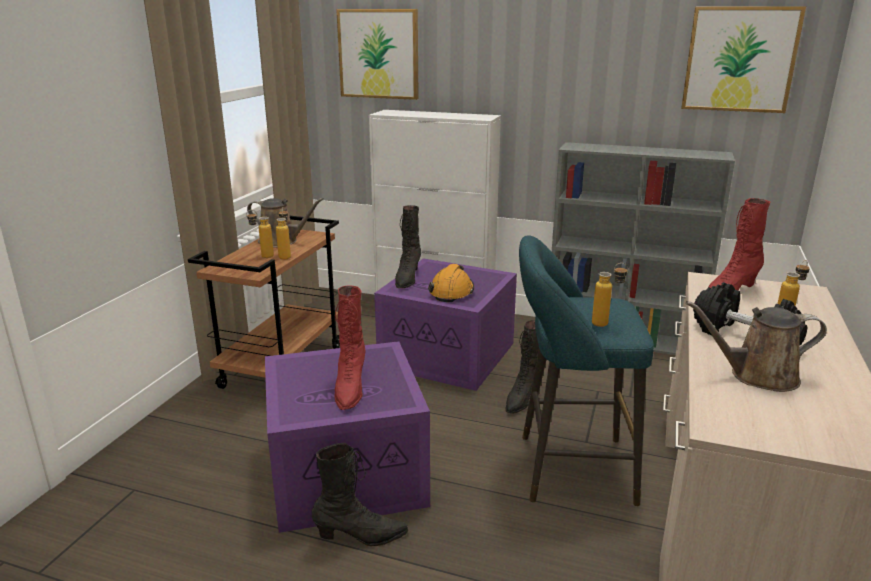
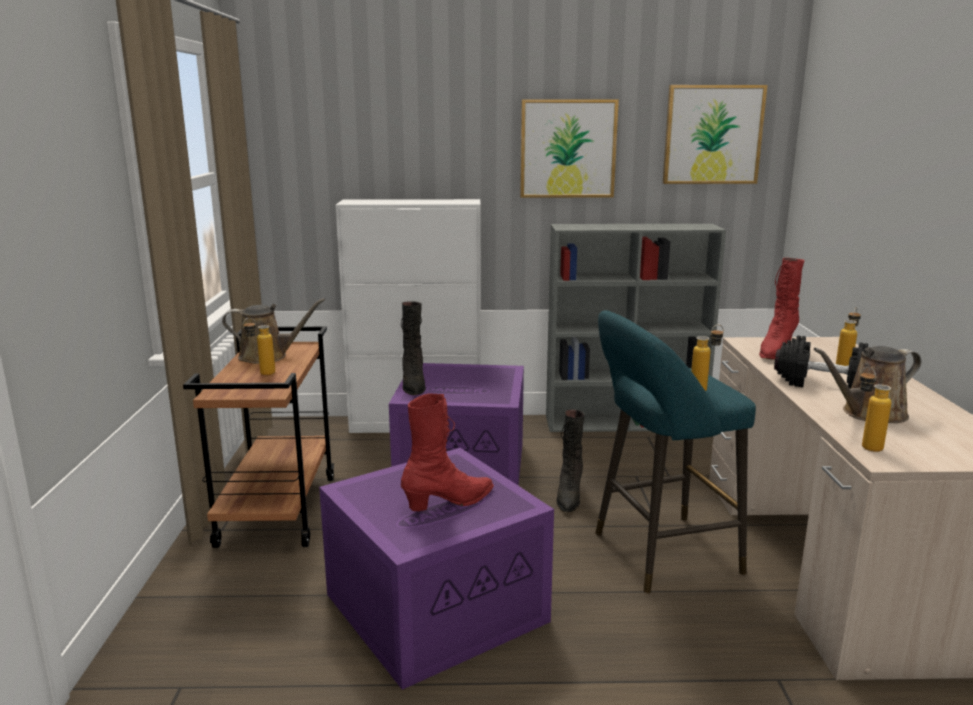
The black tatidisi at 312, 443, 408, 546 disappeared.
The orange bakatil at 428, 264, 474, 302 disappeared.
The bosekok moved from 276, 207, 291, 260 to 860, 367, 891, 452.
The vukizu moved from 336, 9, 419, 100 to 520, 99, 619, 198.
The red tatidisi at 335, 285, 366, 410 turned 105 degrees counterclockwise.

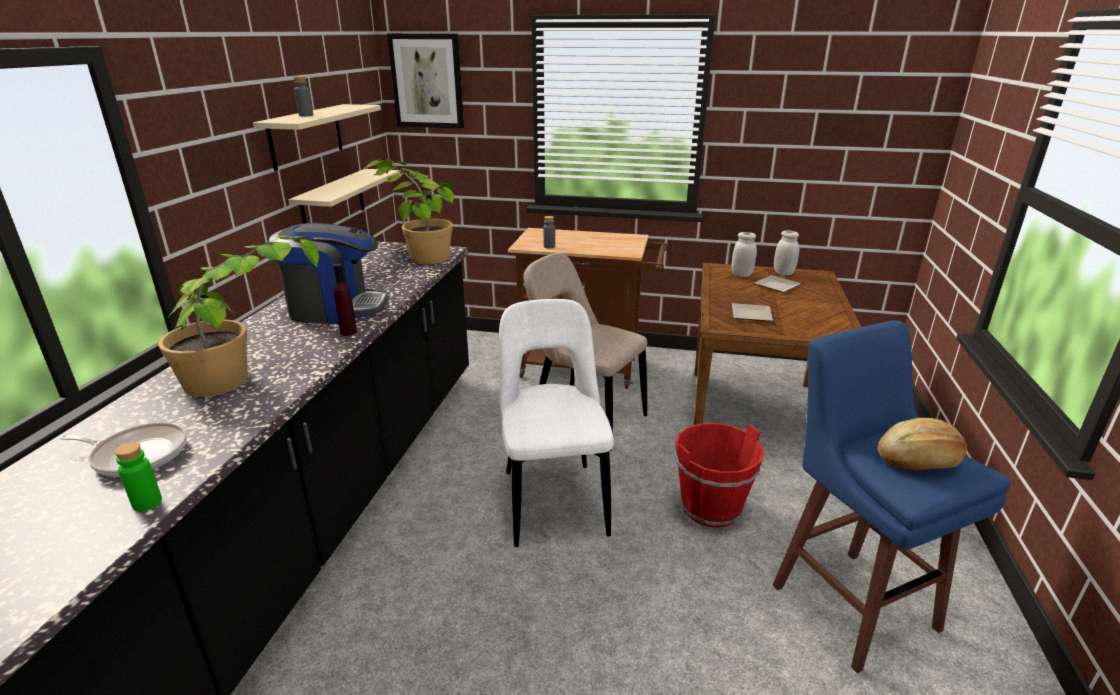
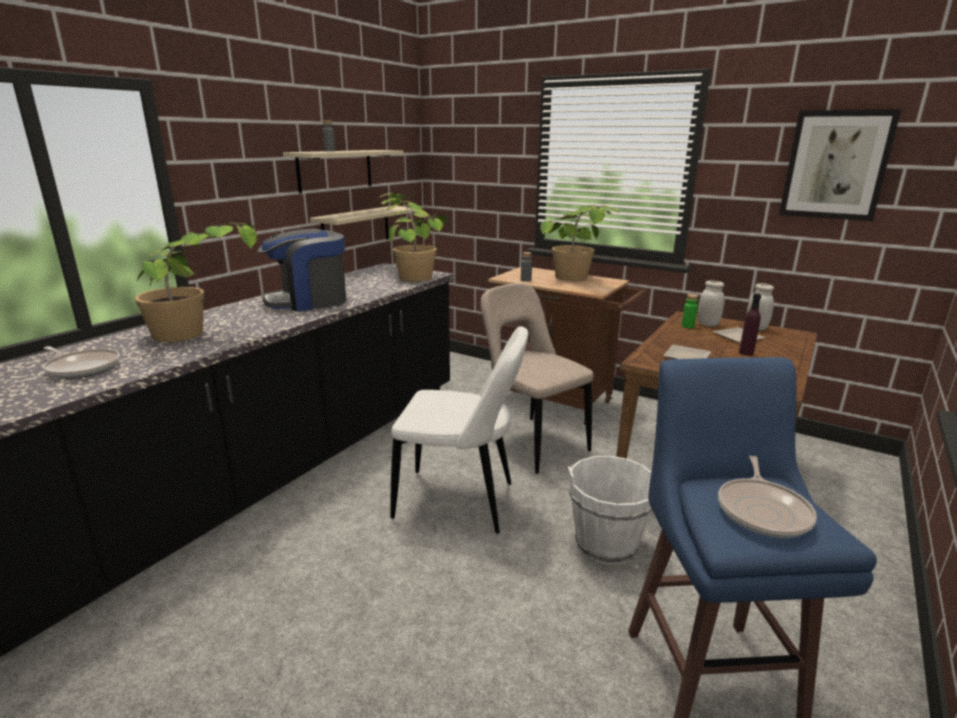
The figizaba at 540, 205, 620, 281 appeared.
The green bosekok moved from 115, 442, 162, 511 to 682, 294, 698, 328.
The purple bosekok moved from 333, 264, 357, 336 to 739, 293, 761, 356.
The vukizu moved from 387, 34, 464, 128 to 779, 109, 901, 221.
The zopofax at 878, 418, 967, 470 was replaced by the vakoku at 718, 456, 817, 538.
The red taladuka at 675, 423, 764, 527 became the white taladuka at 568, 456, 652, 565.
The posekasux at 269, 223, 389, 324 turned 135 degrees clockwise.
The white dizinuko at 499, 299, 614, 547 turned 90 degrees clockwise.

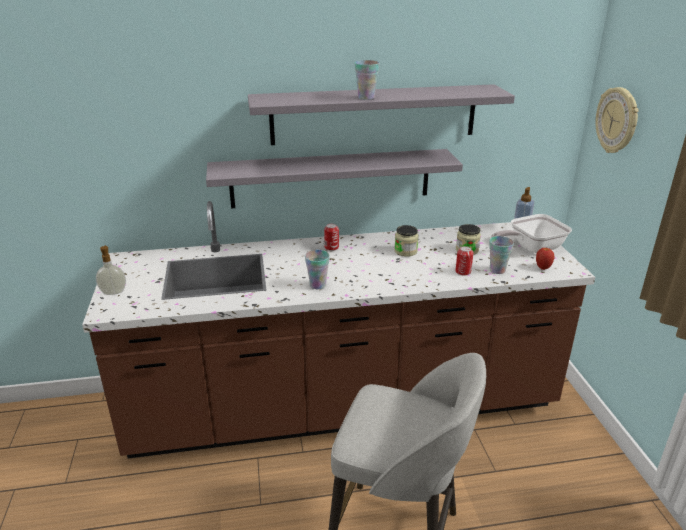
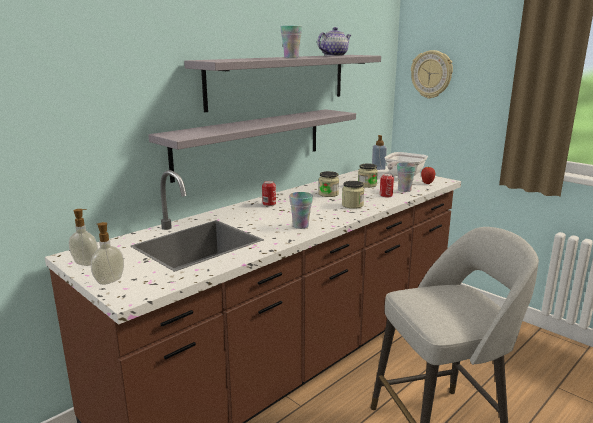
The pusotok at 69, 209, 98, 266 appeared.
The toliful at 317, 27, 351, 56 appeared.
The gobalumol at 342, 181, 364, 209 appeared.

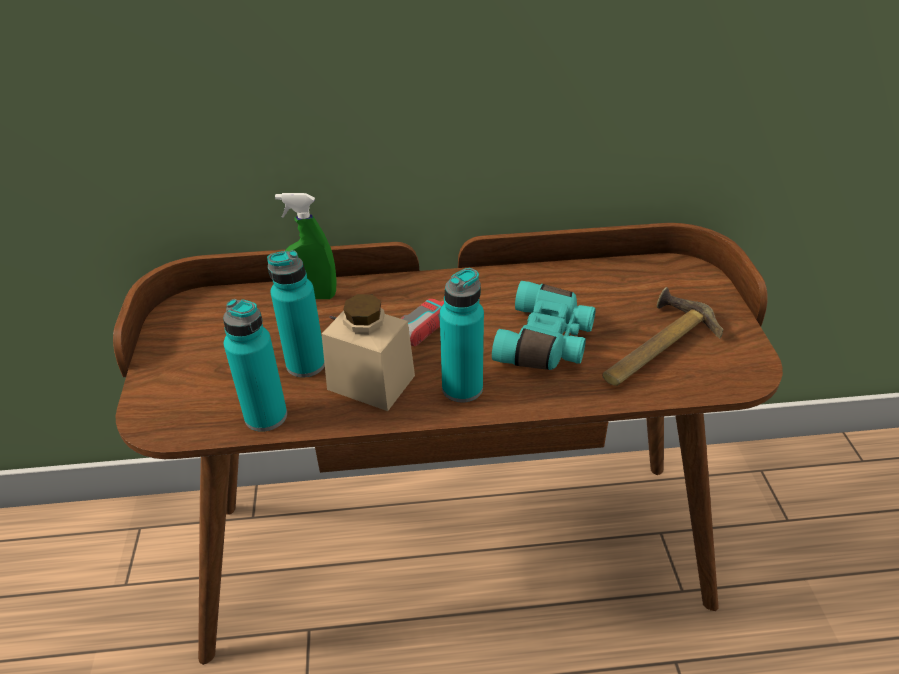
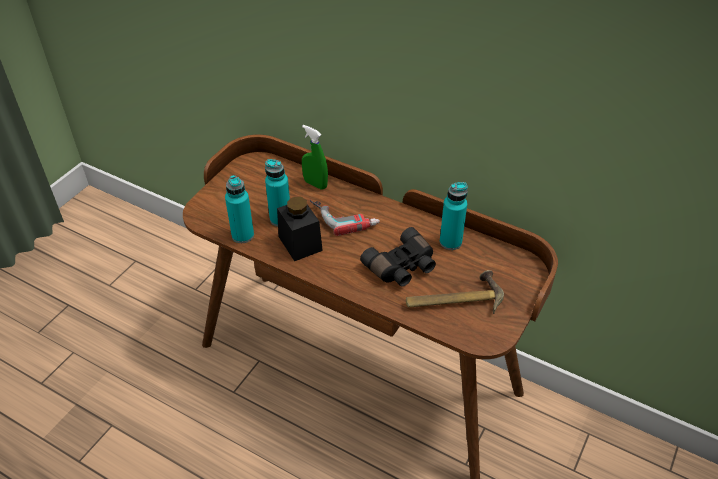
The turquoise bosekok moved from 440, 268, 484, 402 to 440, 182, 468, 250.
The beige gobalumol at 322, 294, 415, 411 became the black gobalumol at 277, 197, 323, 261.
The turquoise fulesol at 492, 281, 596, 370 became the black fulesol at 360, 227, 436, 287.

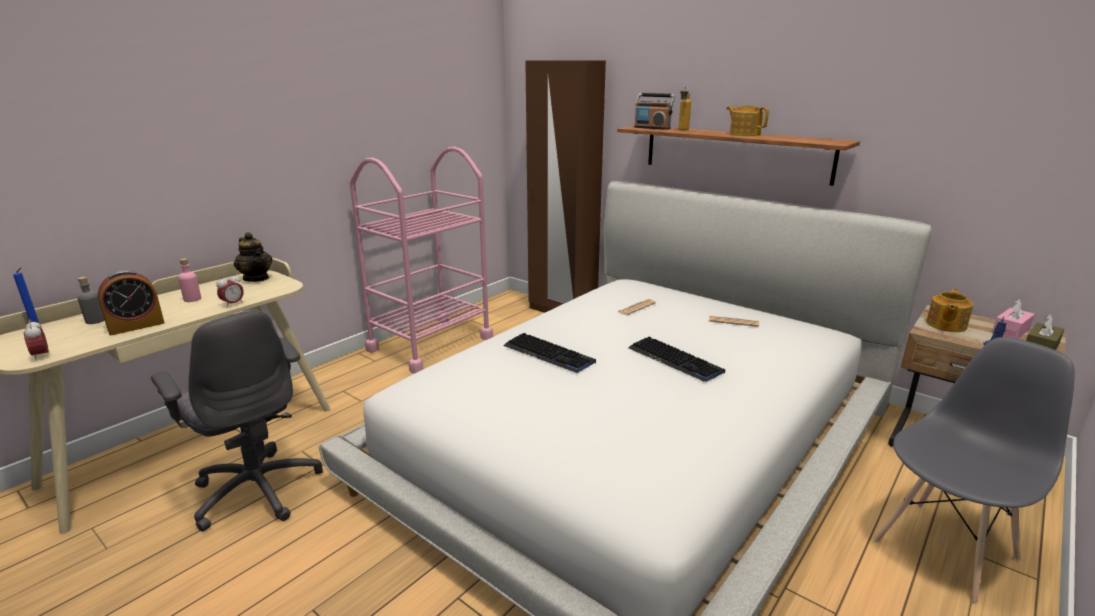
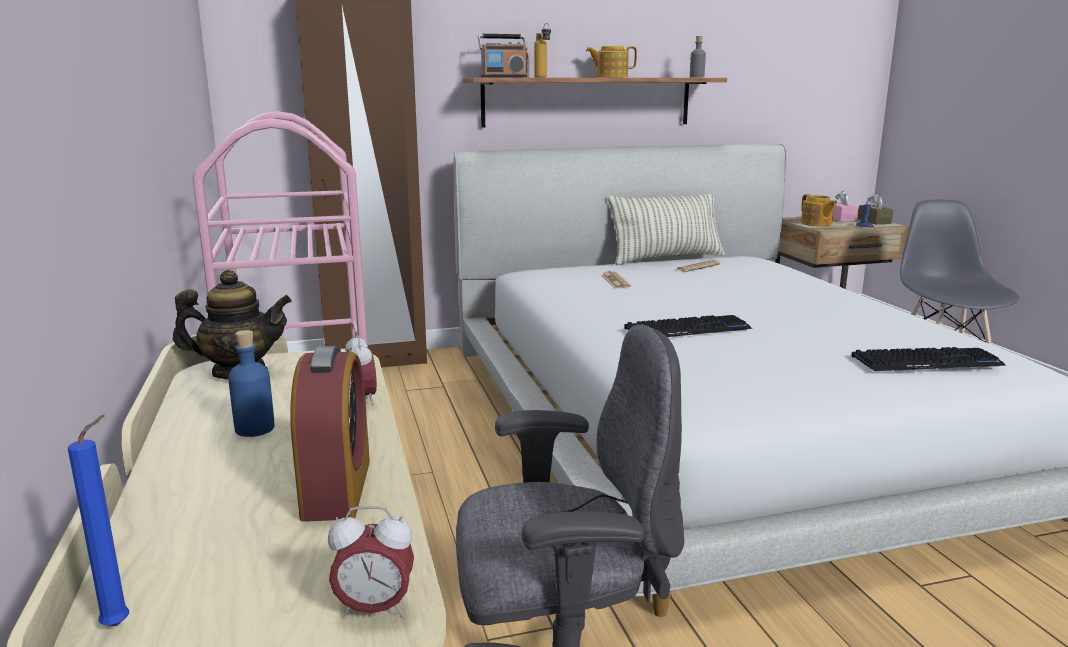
The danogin at 608, 194, 724, 265 appeared.
The grey bosekok moved from 78, 277, 105, 324 to 690, 36, 706, 77.
The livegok moved from 629, 337, 725, 382 to 852, 347, 1006, 371.
The pink bosekok at 178, 258, 201, 302 became the blue bosekok at 228, 330, 275, 437.

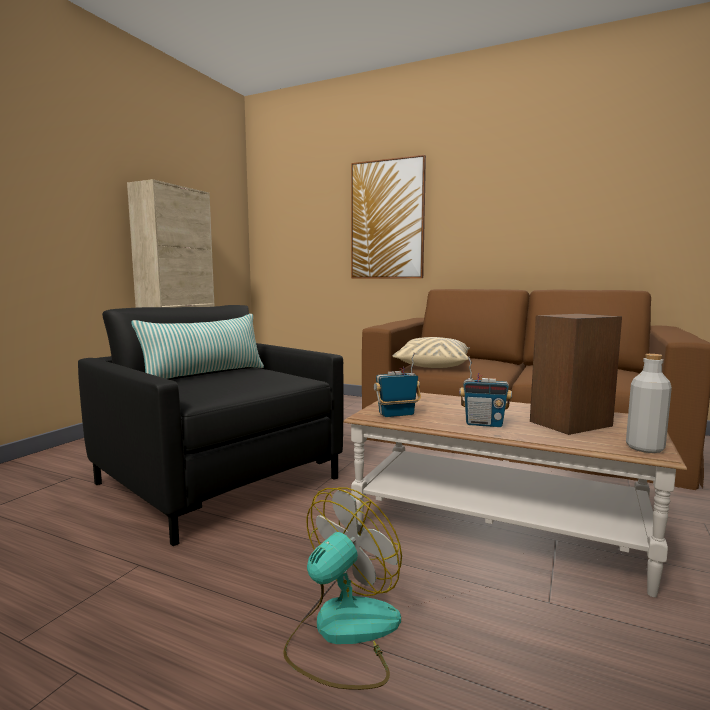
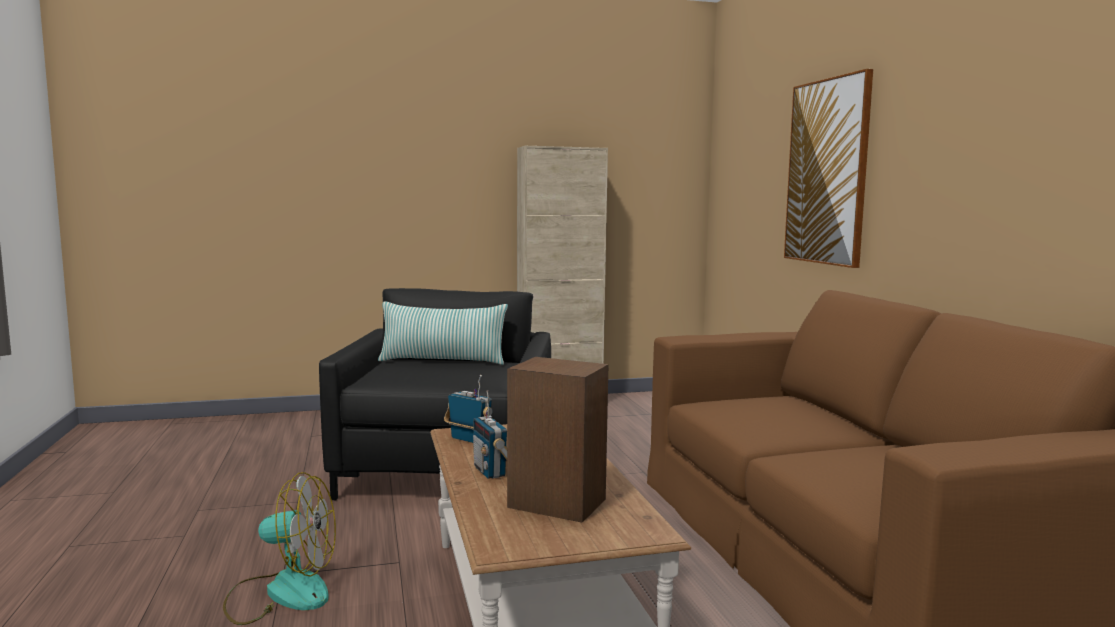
The beige danogin at 393, 337, 470, 368 disappeared.
The grey bosekok at 626, 354, 672, 453 disappeared.

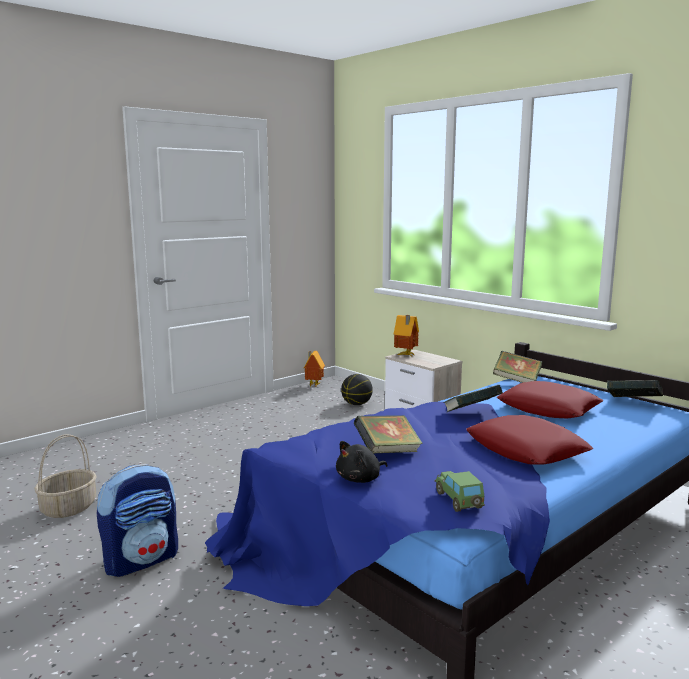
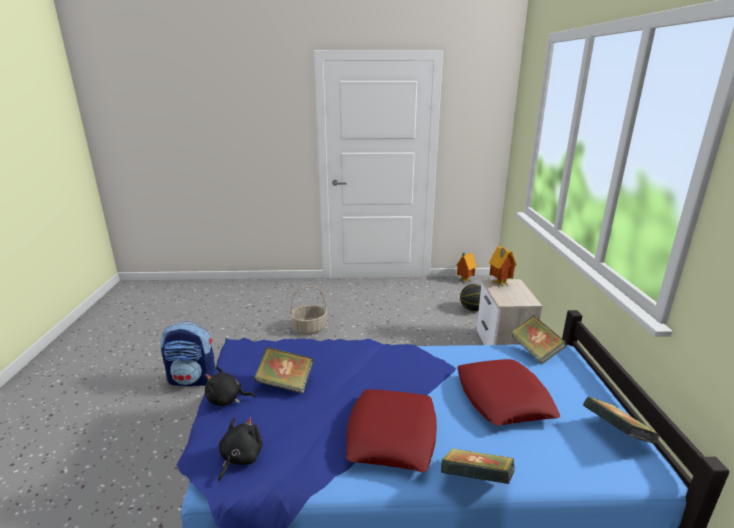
The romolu moved from 34, 434, 97, 518 to 290, 285, 328, 335.
The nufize moved from 443, 385, 503, 412 to 441, 448, 515, 484.
The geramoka at 435, 471, 485, 512 was replaced by the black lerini at 218, 417, 263, 482.

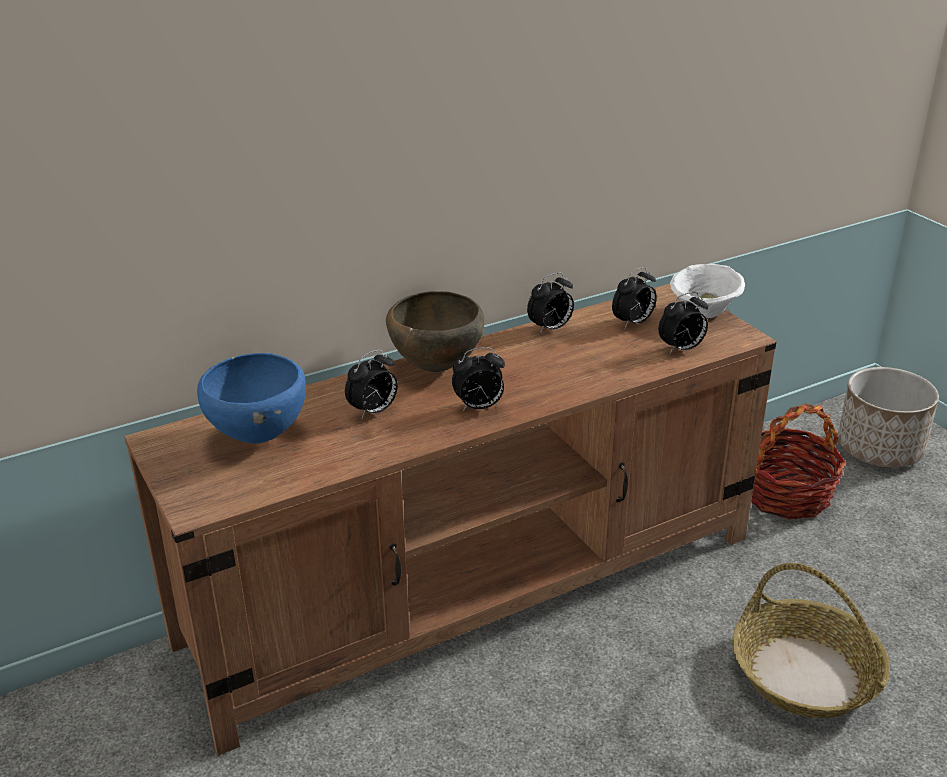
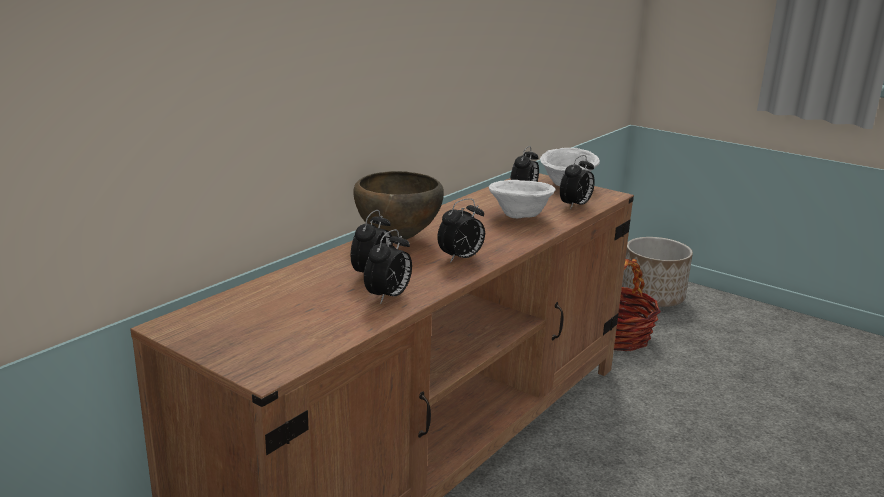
The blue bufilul at 197, 353, 306, 444 disappeared.
The romolu at 732, 563, 890, 718 disappeared.
The white bufilul at 489, 180, 556, 218 appeared.
The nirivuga moved from 527, 272, 574, 334 to 364, 229, 412, 304.

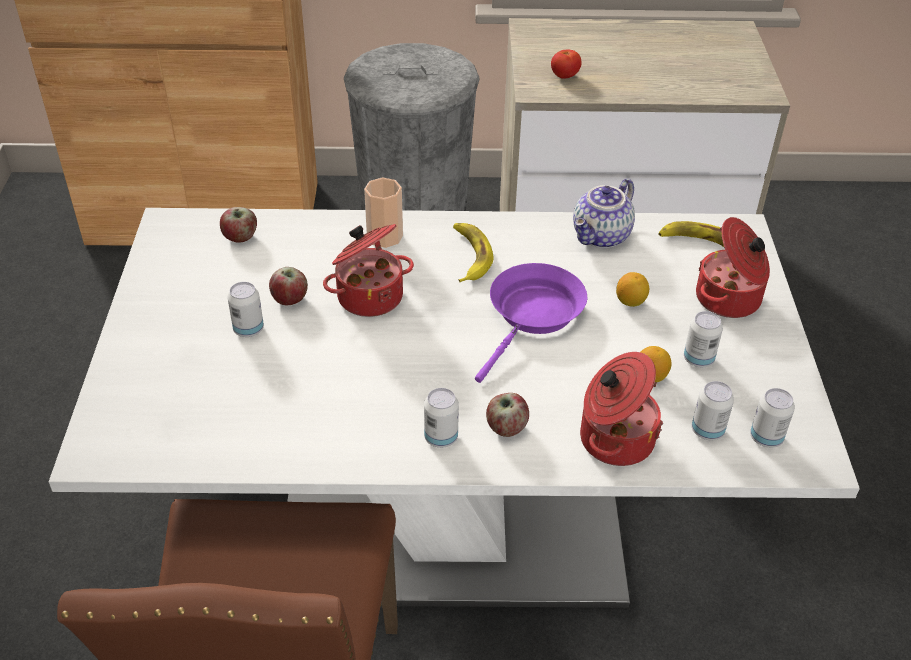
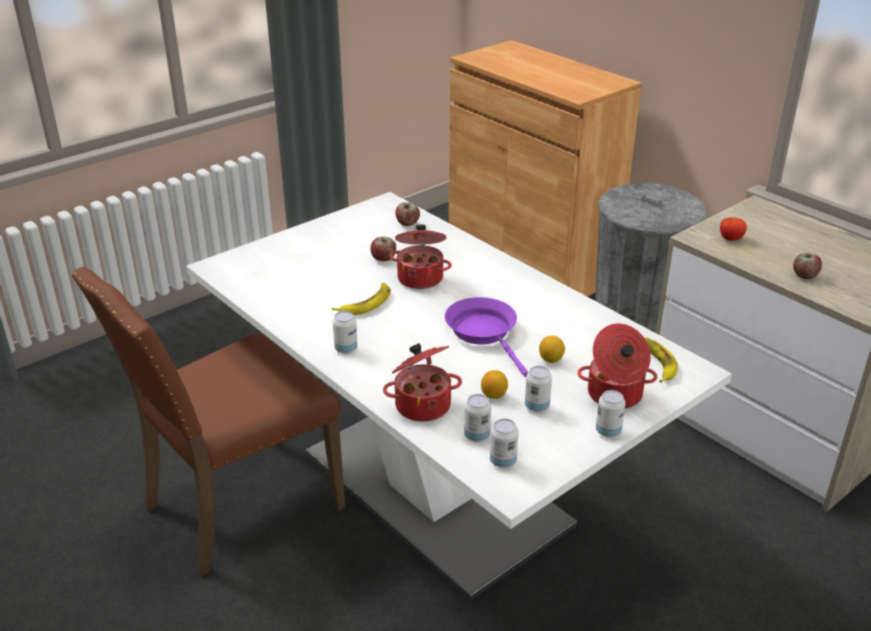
The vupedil at 364, 177, 403, 248 disappeared.
The toliful at 573, 178, 635, 248 disappeared.
The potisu moved from 227, 282, 264, 337 to 596, 390, 625, 438.
The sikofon moved from 453, 223, 494, 282 to 332, 283, 391, 315.
The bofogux moved from 486, 393, 529, 437 to 793, 253, 822, 279.
The purple vakoku at 475, 263, 587, 383 turned 105 degrees counterclockwise.

